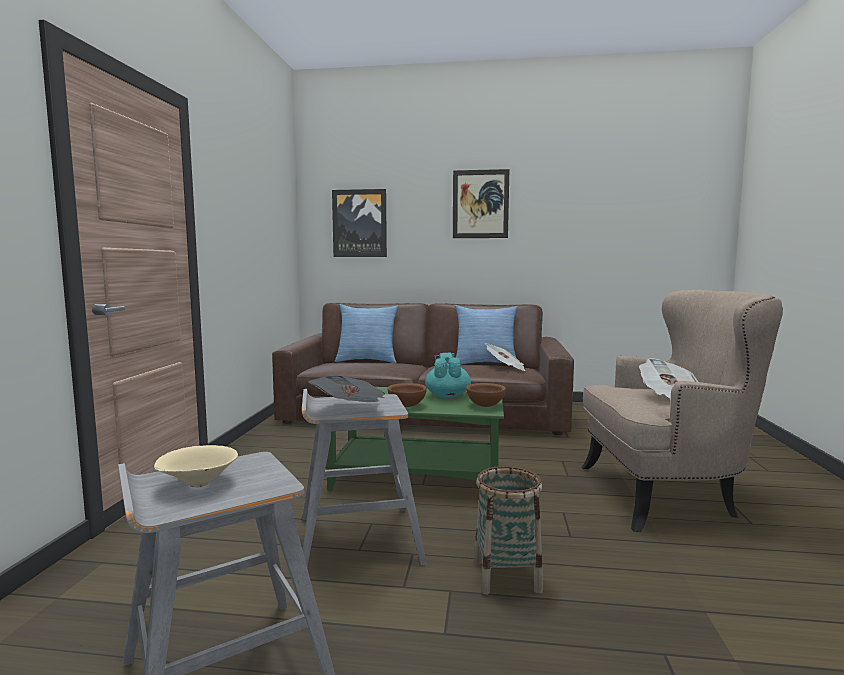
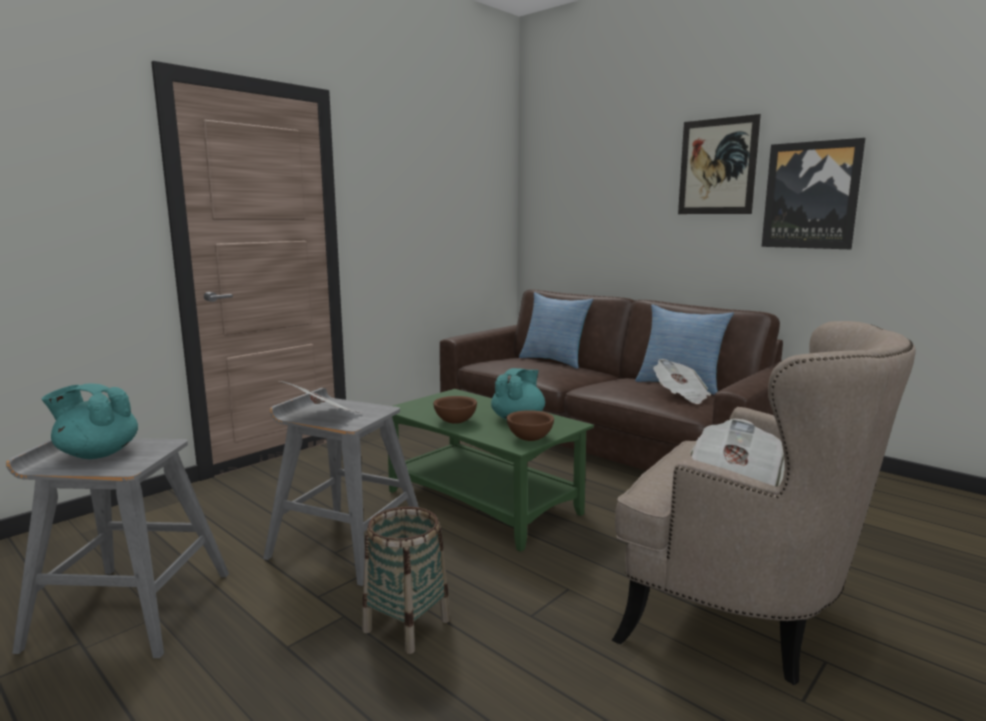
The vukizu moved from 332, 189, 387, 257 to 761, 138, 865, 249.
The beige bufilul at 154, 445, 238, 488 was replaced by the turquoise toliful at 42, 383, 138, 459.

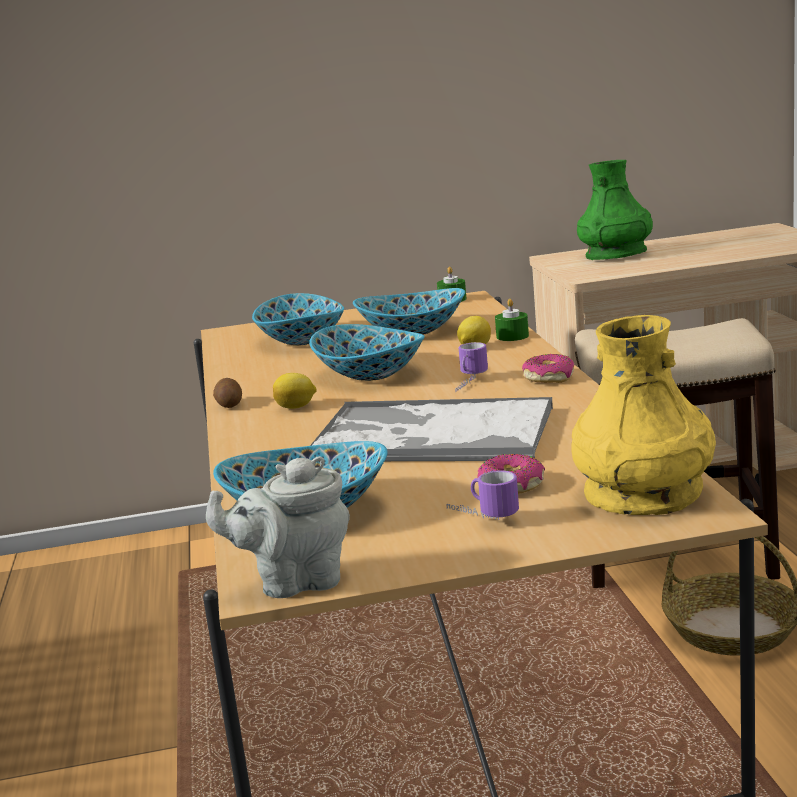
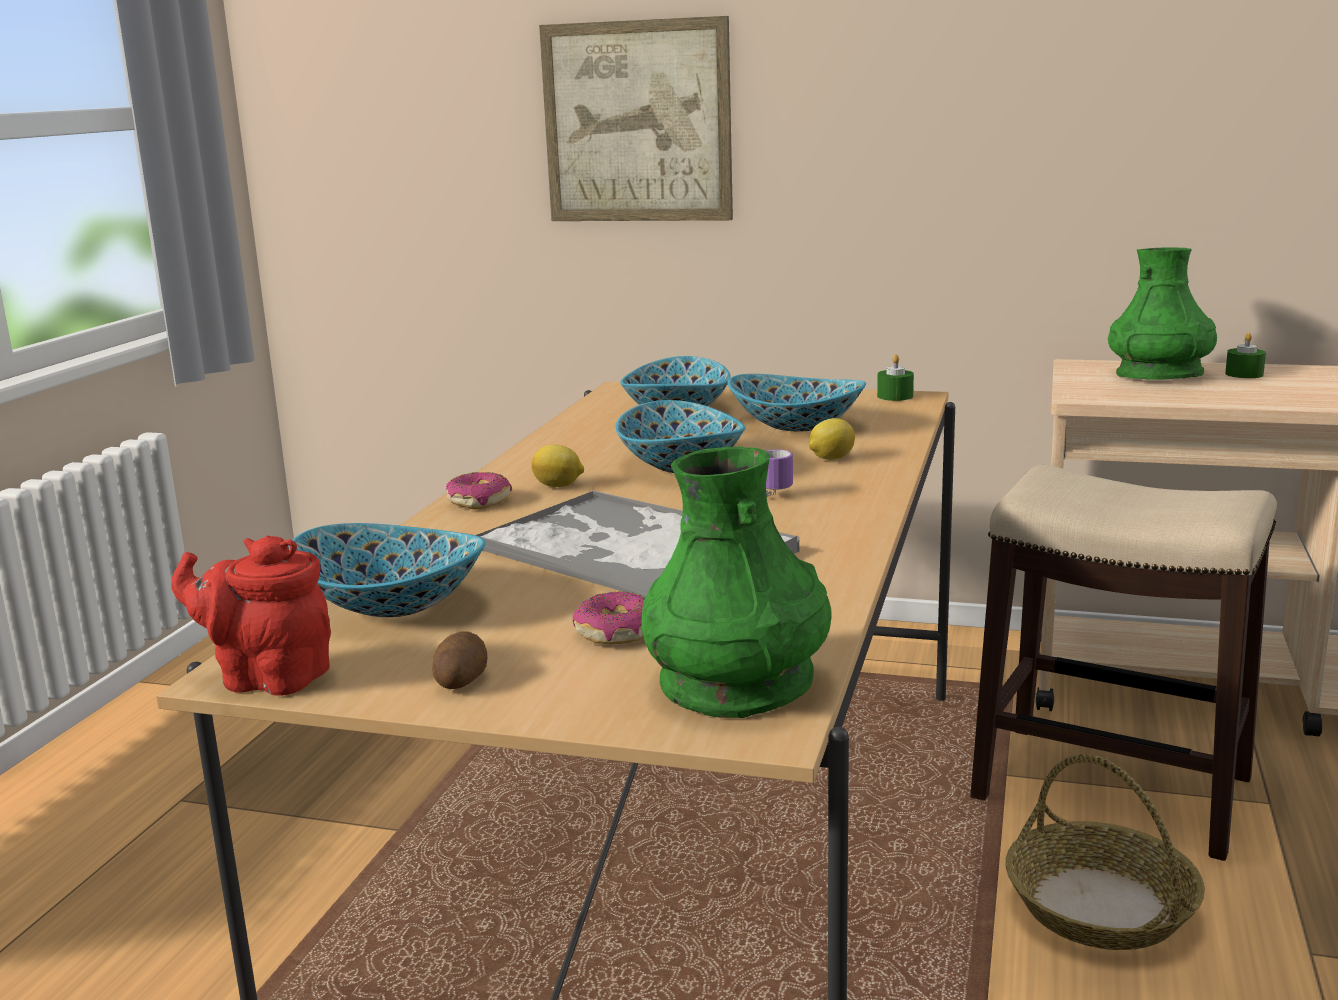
The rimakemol at 447, 470, 519, 520 disappeared.
The vukizu at 539, 16, 733, 221 appeared.
The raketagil moved from 213, 378, 242, 408 to 432, 631, 487, 689.
The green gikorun moved from 495, 299, 529, 341 to 1225, 332, 1266, 378.
The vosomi moved from 522, 354, 574, 383 to 446, 472, 512, 510.
The grey toliful at 206, 456, 350, 598 became the red toliful at 171, 536, 331, 696.
The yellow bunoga at 571, 315, 716, 515 became the green bunoga at 641, 446, 832, 718.

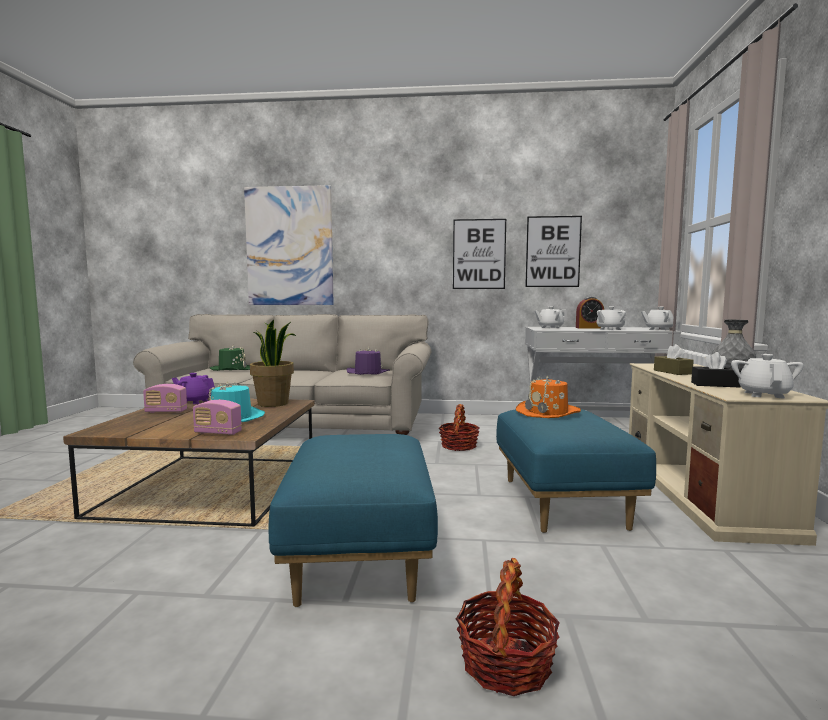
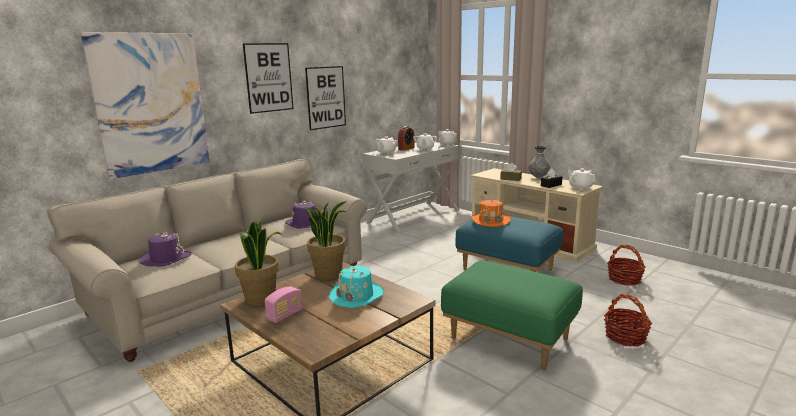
The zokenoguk at 193, 400, 242, 435 disappeared.
The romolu moved from 439, 404, 479, 451 to 607, 245, 646, 286.
The vukizu moved from 525, 216, 582, 287 to 243, 43, 294, 114.
The purple toliful at 172, 373, 215, 404 was replaced by the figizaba at 235, 219, 282, 306.
The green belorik at 210, 345, 250, 371 became the purple belorik at 139, 232, 192, 267.
The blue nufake at 269, 434, 438, 607 became the green nufake at 441, 261, 583, 370.

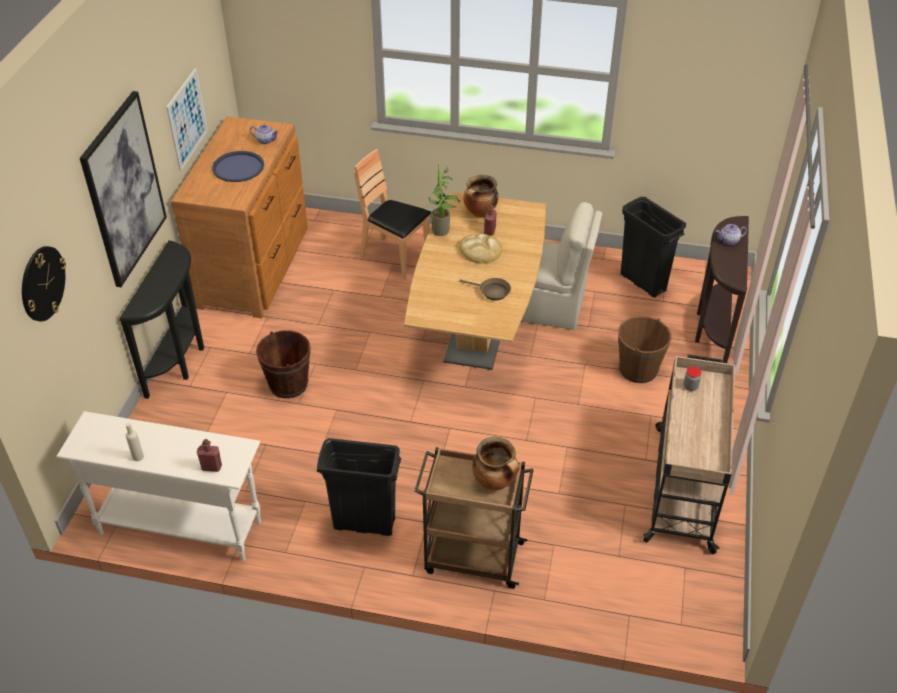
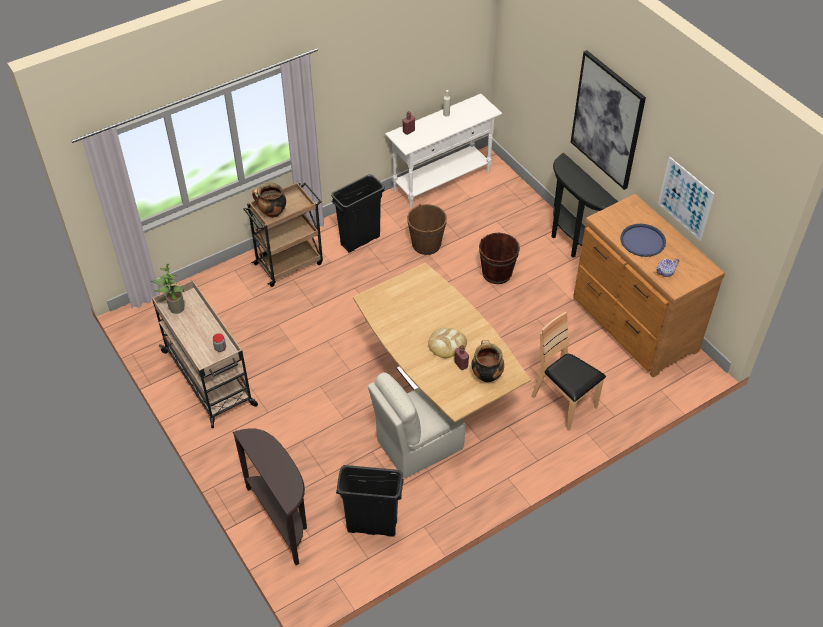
The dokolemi at 22, 246, 66, 321 disappeared.
The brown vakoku at 460, 278, 511, 301 disappeared.
The toliful at 716, 224, 747, 245 disappeared.
The figizaba moved from 429, 164, 460, 236 to 150, 264, 185, 314.
The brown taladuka moved from 618, 316, 672, 383 to 407, 204, 447, 255.
The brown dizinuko at 354, 149, 431, 280 turned 120 degrees counterclockwise.

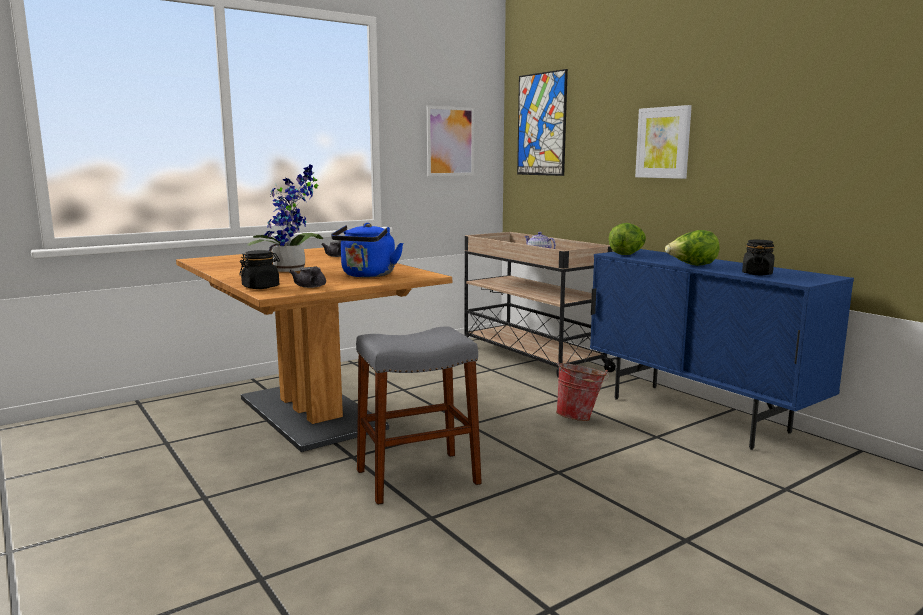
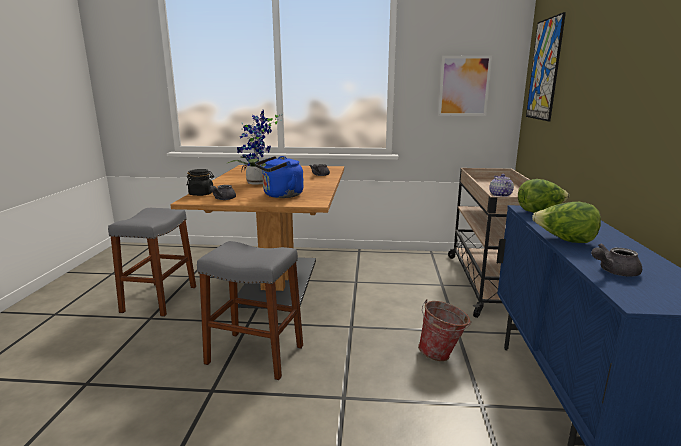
The vukizu at 635, 105, 692, 179 disappeared.
The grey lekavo at 108, 208, 196, 317 appeared.
The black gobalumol at 742, 240, 775, 275 was replaced by the grey toliful at 591, 244, 642, 277.

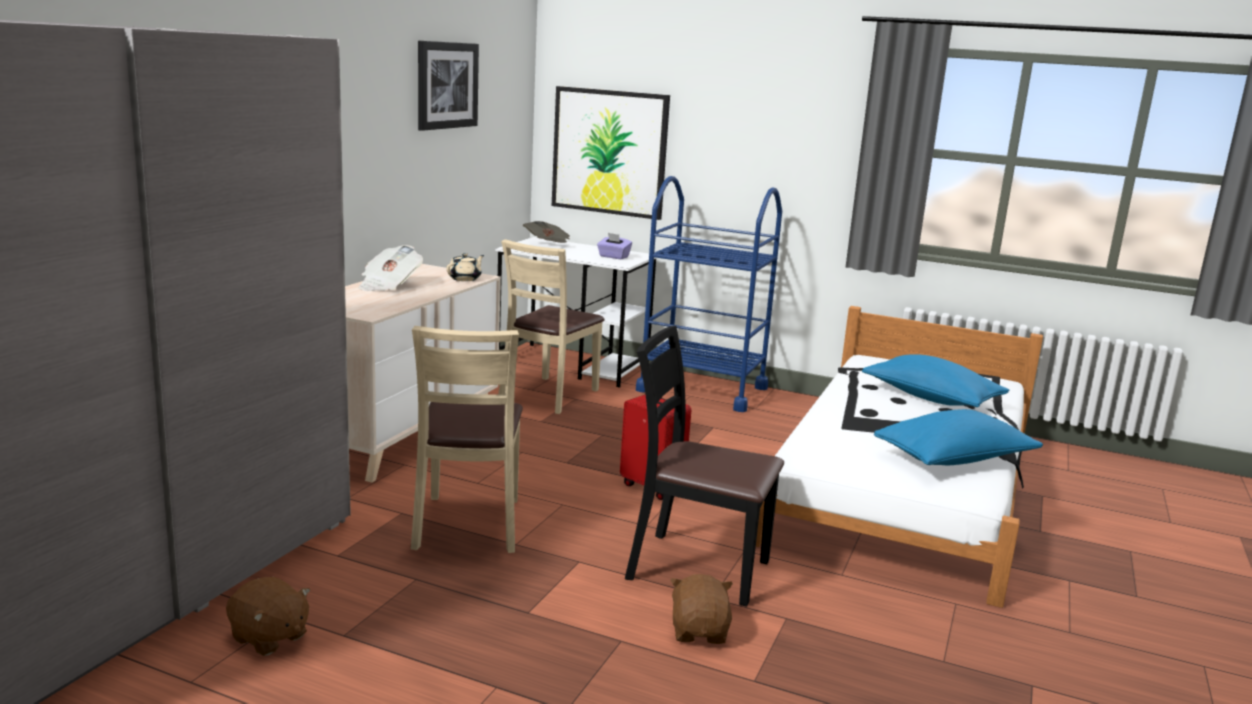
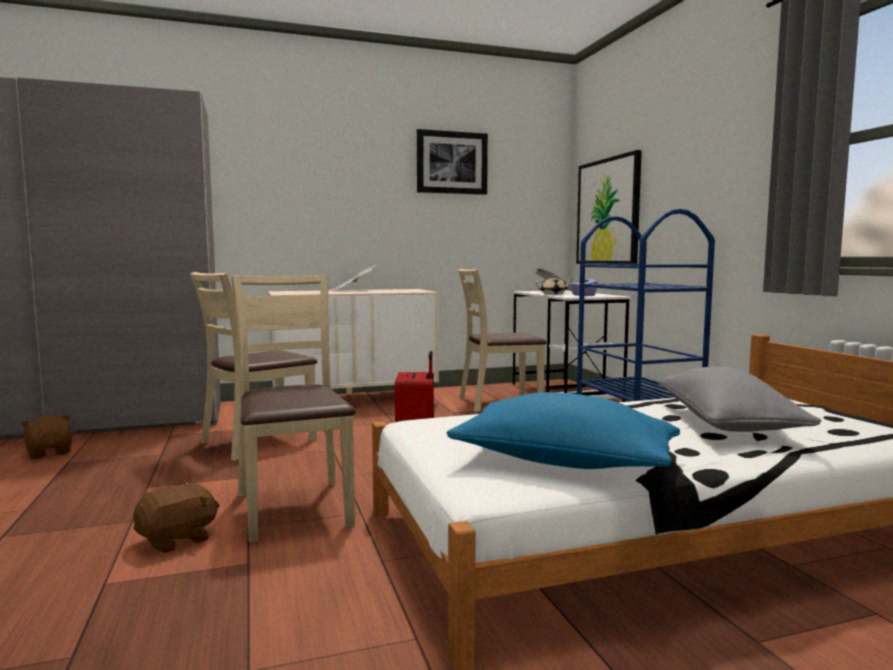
The beige toliful moved from 446, 253, 484, 281 to 536, 275, 573, 294.
The black dizinuko at 625, 326, 784, 607 became the beige dizinuko at 231, 275, 356, 543.
The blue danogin at 862, 354, 1009, 407 became the grey danogin at 659, 366, 821, 432.
The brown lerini at 226, 577, 310, 656 turned 150 degrees clockwise.

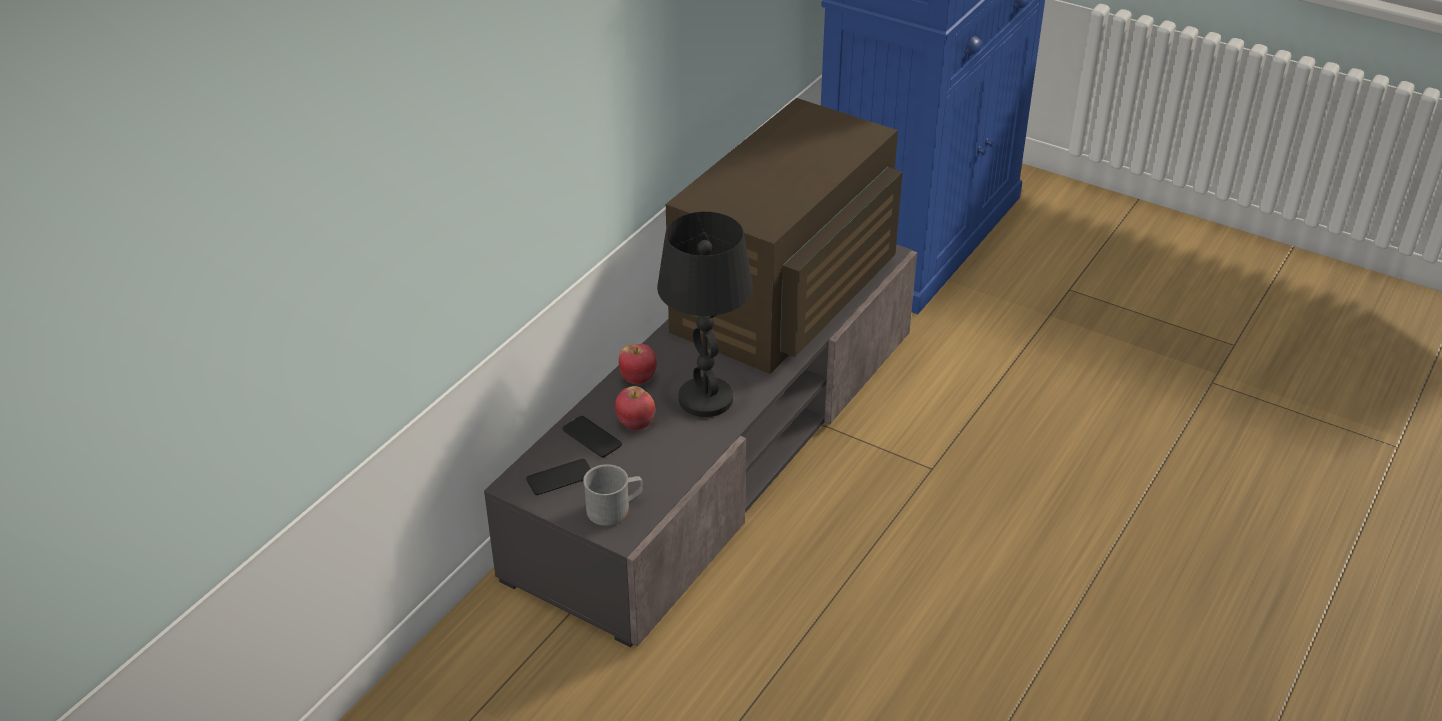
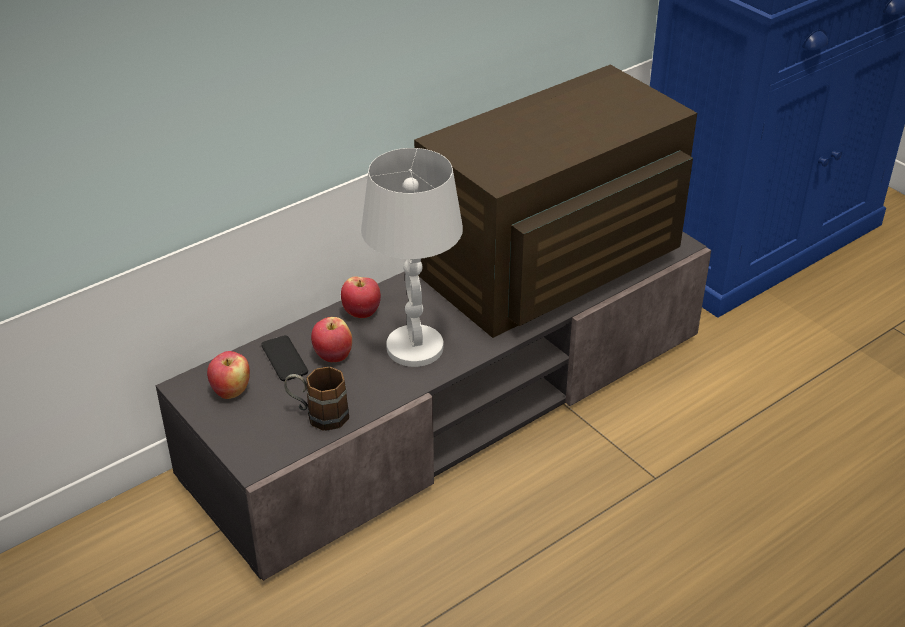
The grey rimakemol at 583, 464, 643, 526 disappeared.
The brown rimakemol at 284, 367, 349, 431 appeared.
The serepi at 526, 459, 591, 495 was replaced by the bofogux at 207, 351, 250, 399.
The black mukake at 657, 211, 753, 417 became the white mukake at 361, 148, 463, 367.

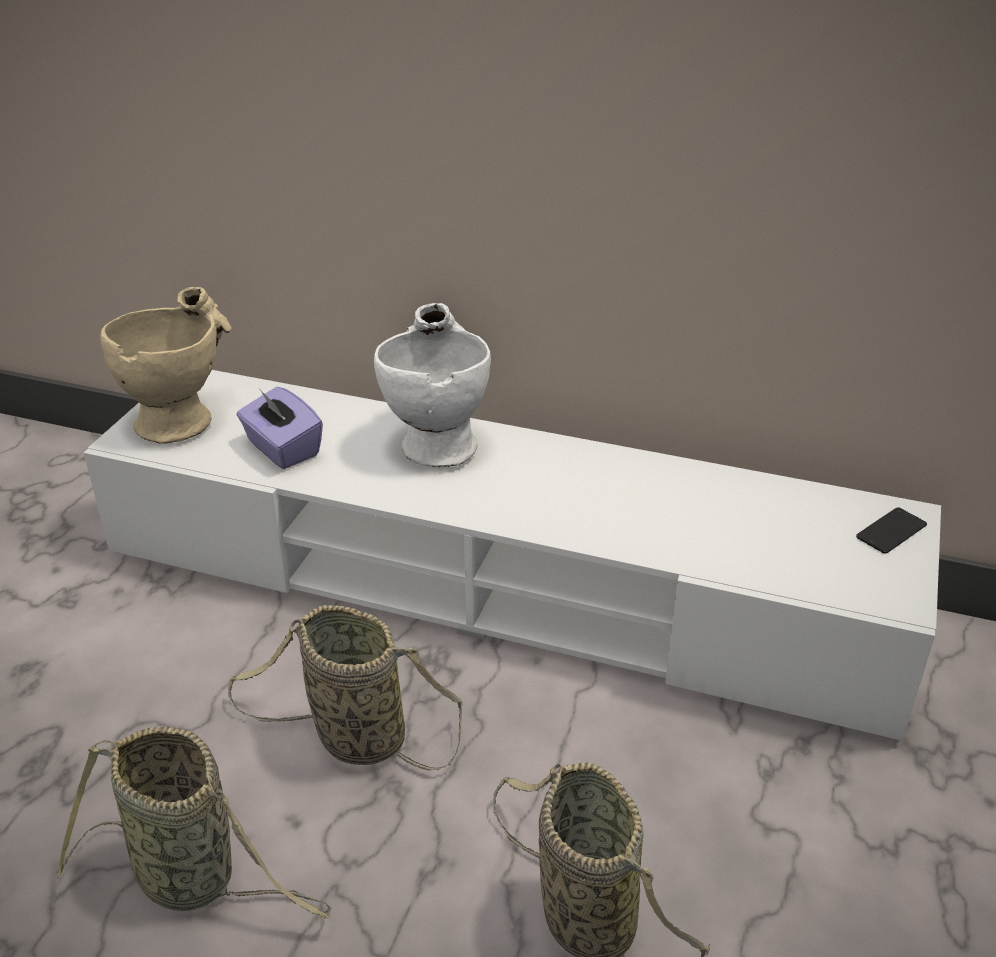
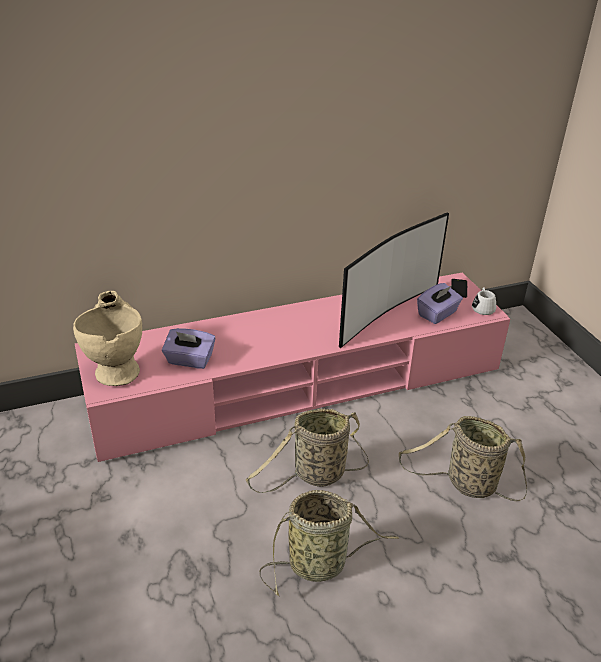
The white bunoga at 374, 303, 491, 467 disappeared.
The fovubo at 339, 212, 449, 348 appeared.
The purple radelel at 417, 283, 463, 324 appeared.
The white rimakemol at 472, 287, 496, 315 appeared.
The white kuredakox at 84, 370, 941, 741 became the pink kuredakox at 75, 272, 510, 462.

